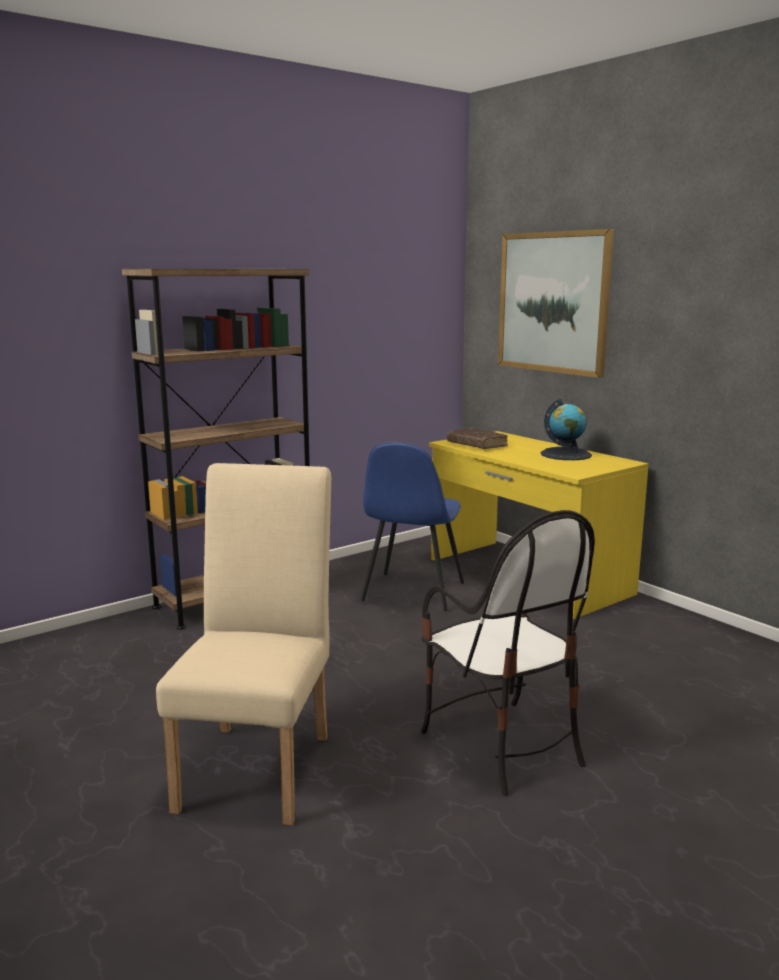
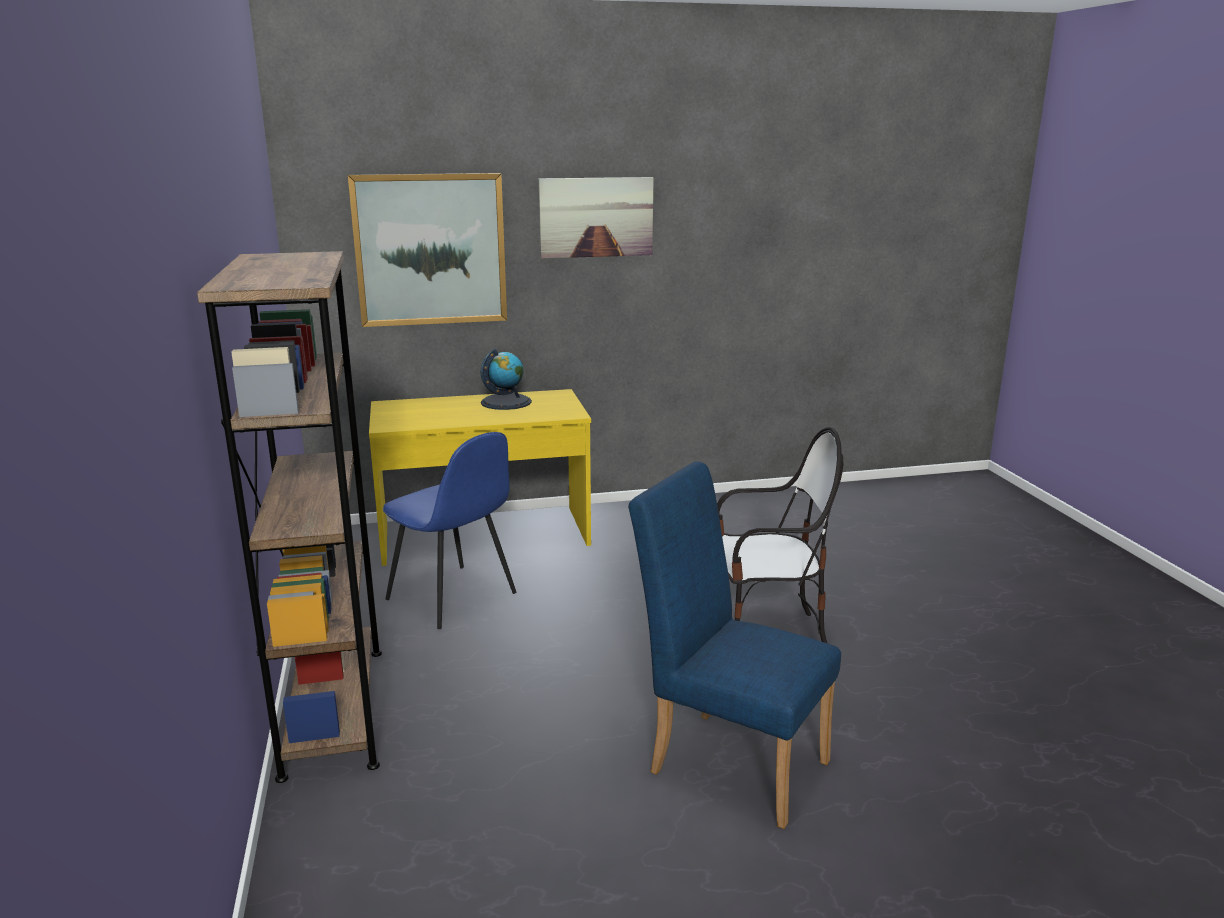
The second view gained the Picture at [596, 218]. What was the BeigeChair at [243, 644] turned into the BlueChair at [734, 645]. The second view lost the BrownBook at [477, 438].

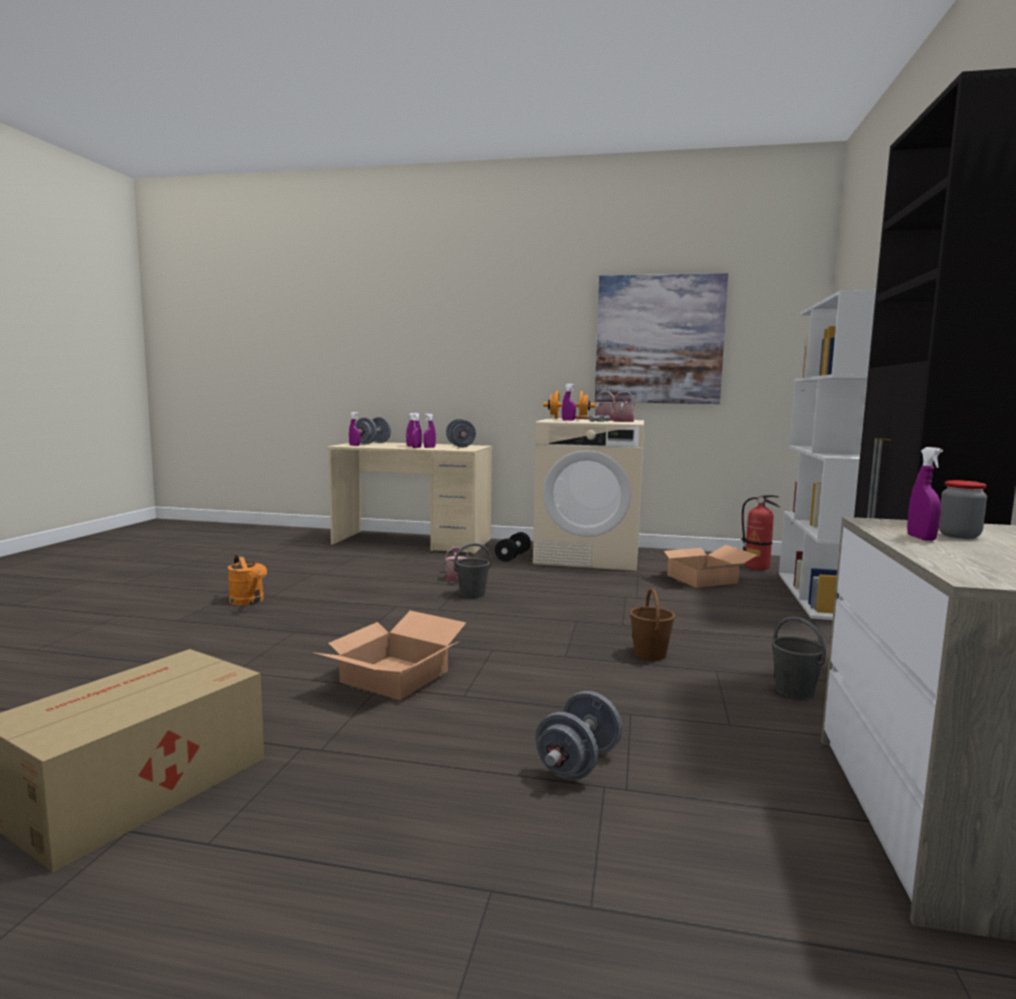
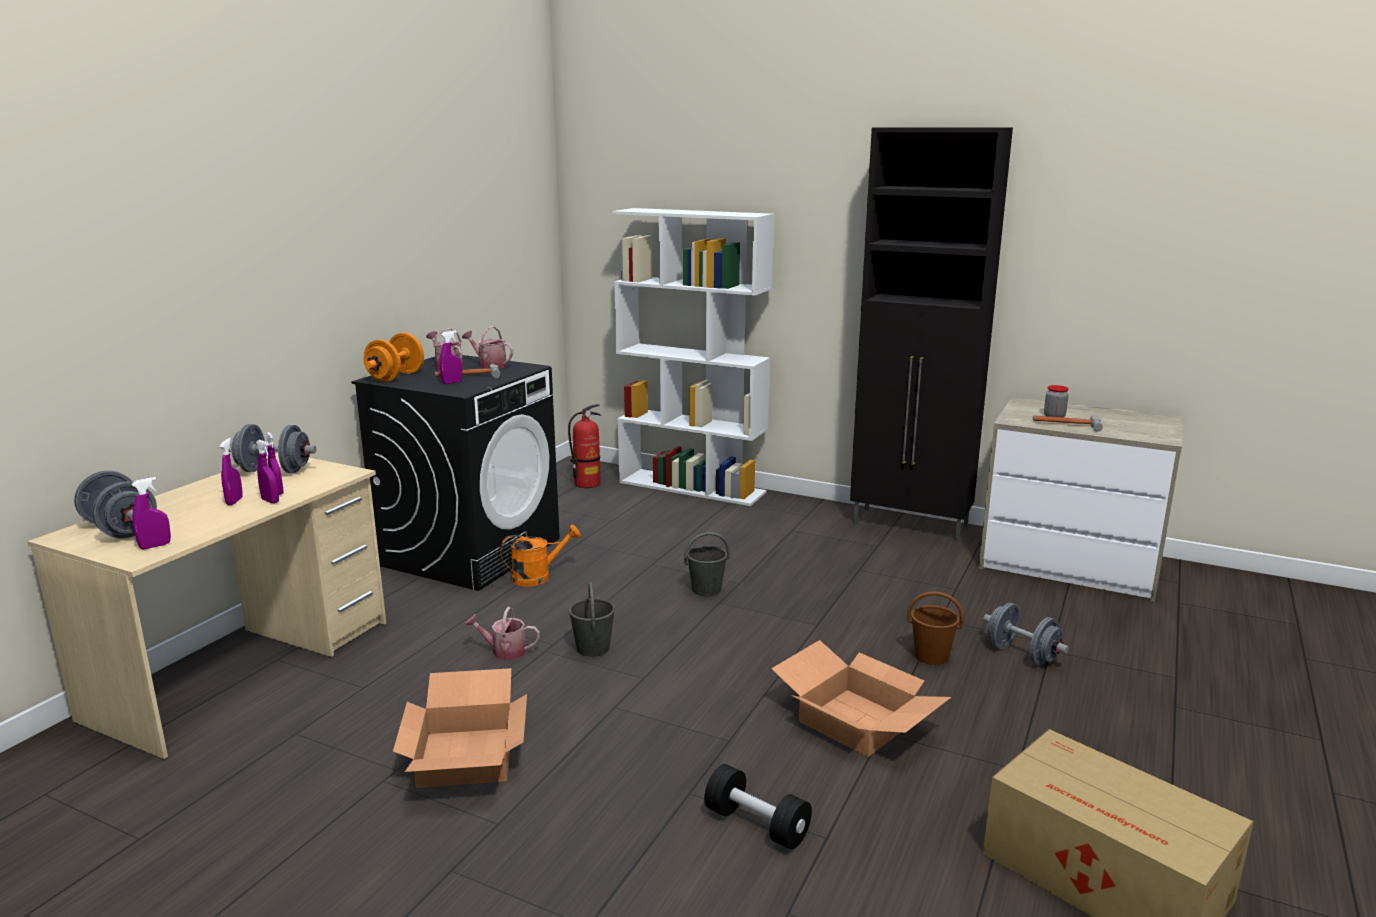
What was the BeigeWashingMachine at [588, 494] turned into the BlackWashingMachine at [455, 473]. The CardboardBox ended up elsewhere, having gone from [705, 566] to [460, 728]. The OrangeWateringCan ended up elsewhere, having gone from [247, 579] to [540, 556]. The GreyBucket ended up elsewhere, having gone from [799, 658] to [707, 564]. The BlackDumbbell ended up elsewhere, having gone from [513, 547] to [758, 807]. The BrownBucket ended up elsewhere, having gone from [652, 624] to [935, 628]. Where the PurpleSprayBottle stood at [925, 494], the Hammer came to stand at [1068, 423]. The second view lost the Picture at [661, 338].

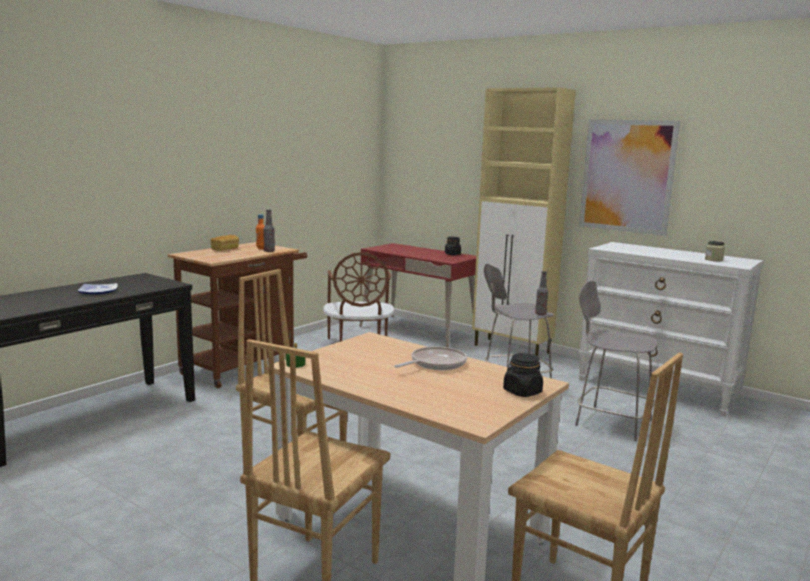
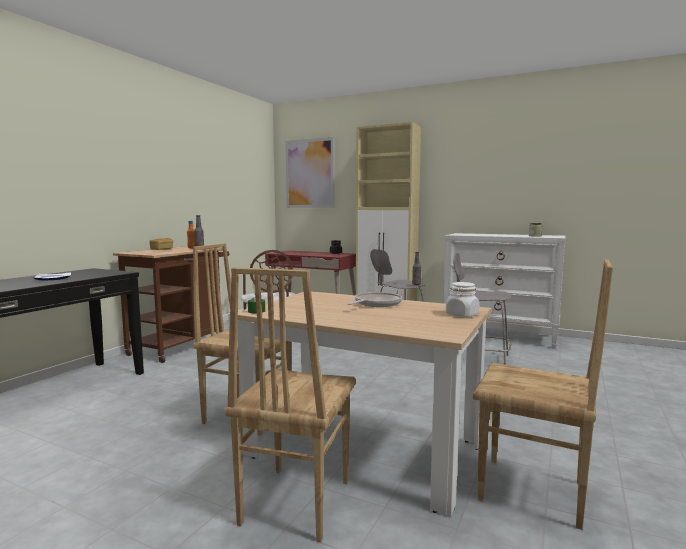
The Picture ended up elsewhere, having gone from [629, 177] to [310, 172]. What was the BlackJar at [523, 375] turned into the WhiteJar at [462, 299].

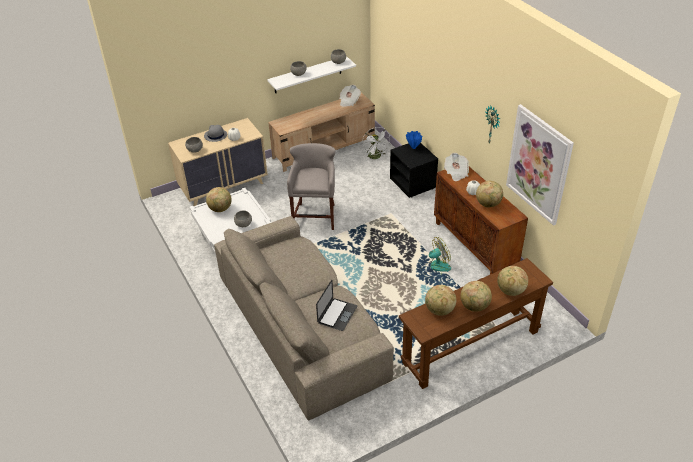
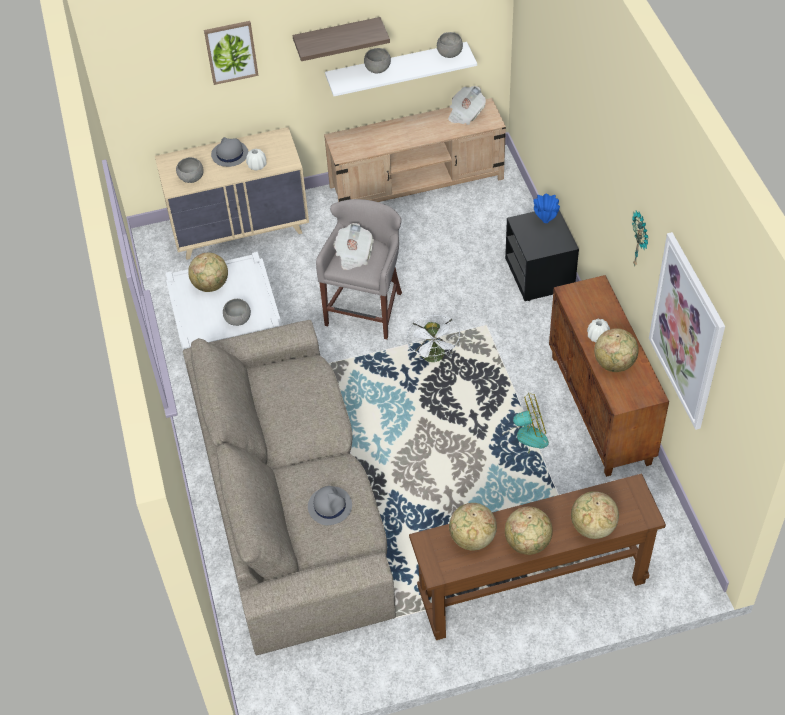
The second view gained the Picture at [231, 53]. The second view gained the Shelf at [341, 39]. Where the Laptop stood at [336, 305], the GreyHat came to stand at [330, 505]. The Newspaper ended up elsewhere, having gone from [456, 167] to [354, 246]. The WhiteFan ended up elsewhere, having gone from [376, 144] to [433, 338].

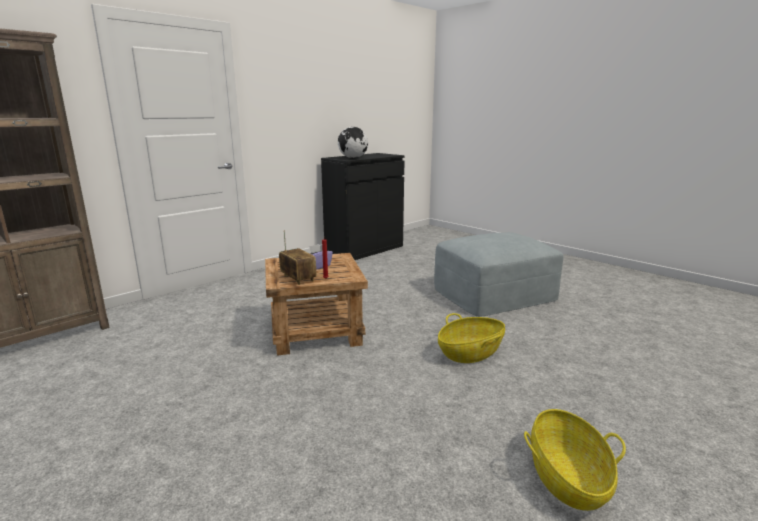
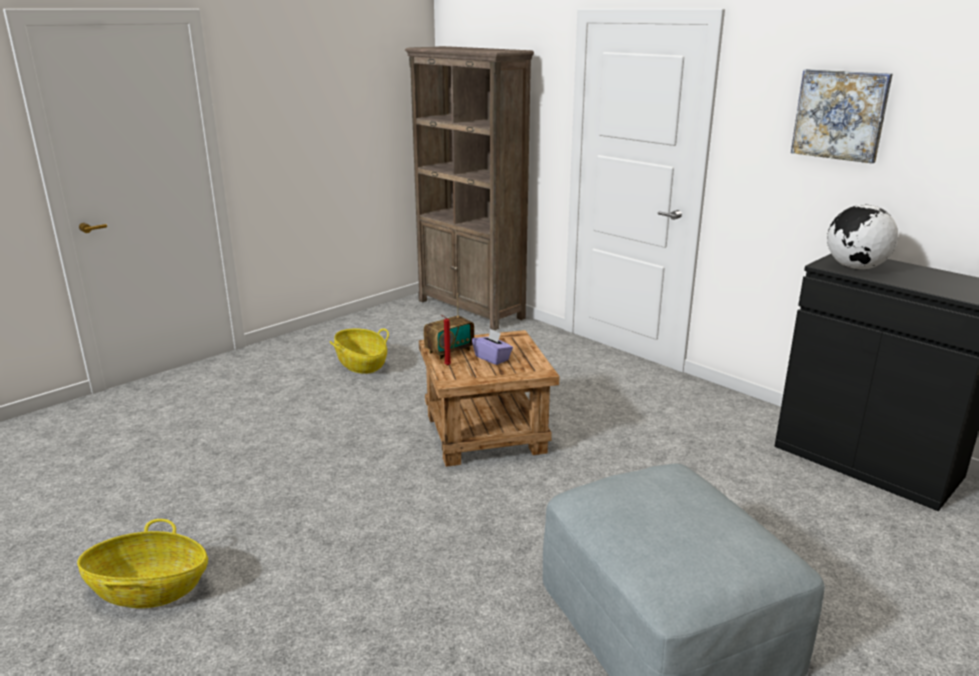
The Basket ended up elsewhere, having gone from [471, 338] to [359, 351]. The second view gained the Picture at [842, 116].

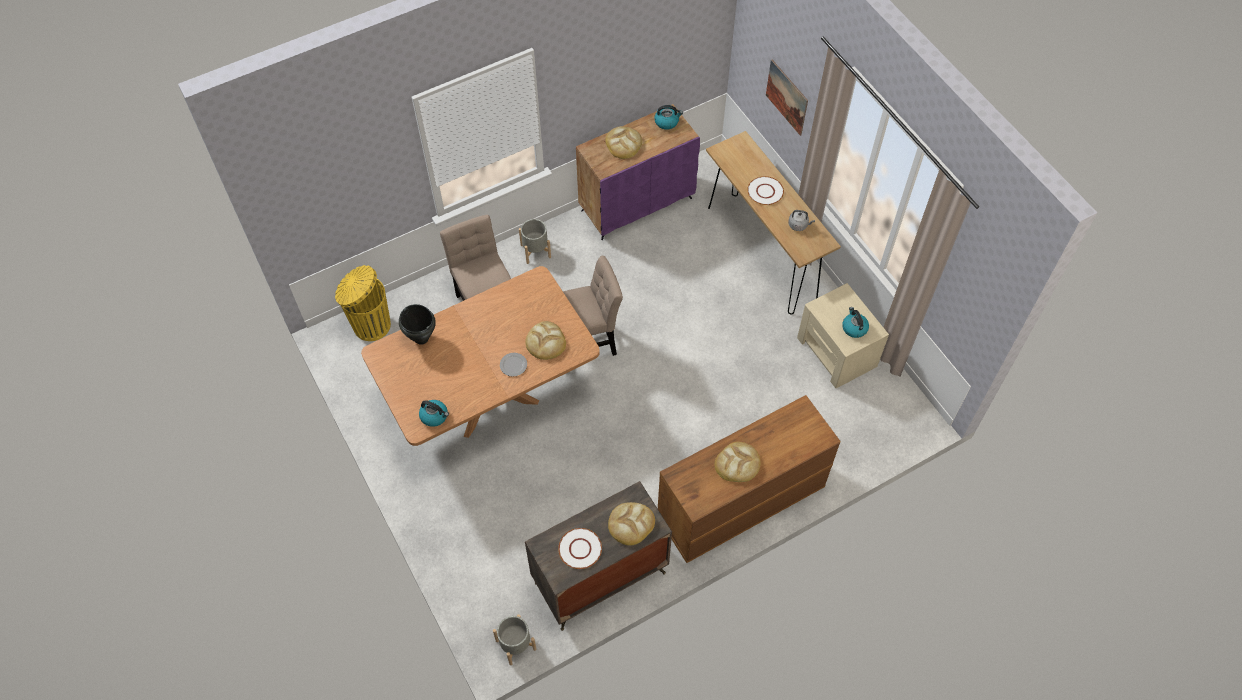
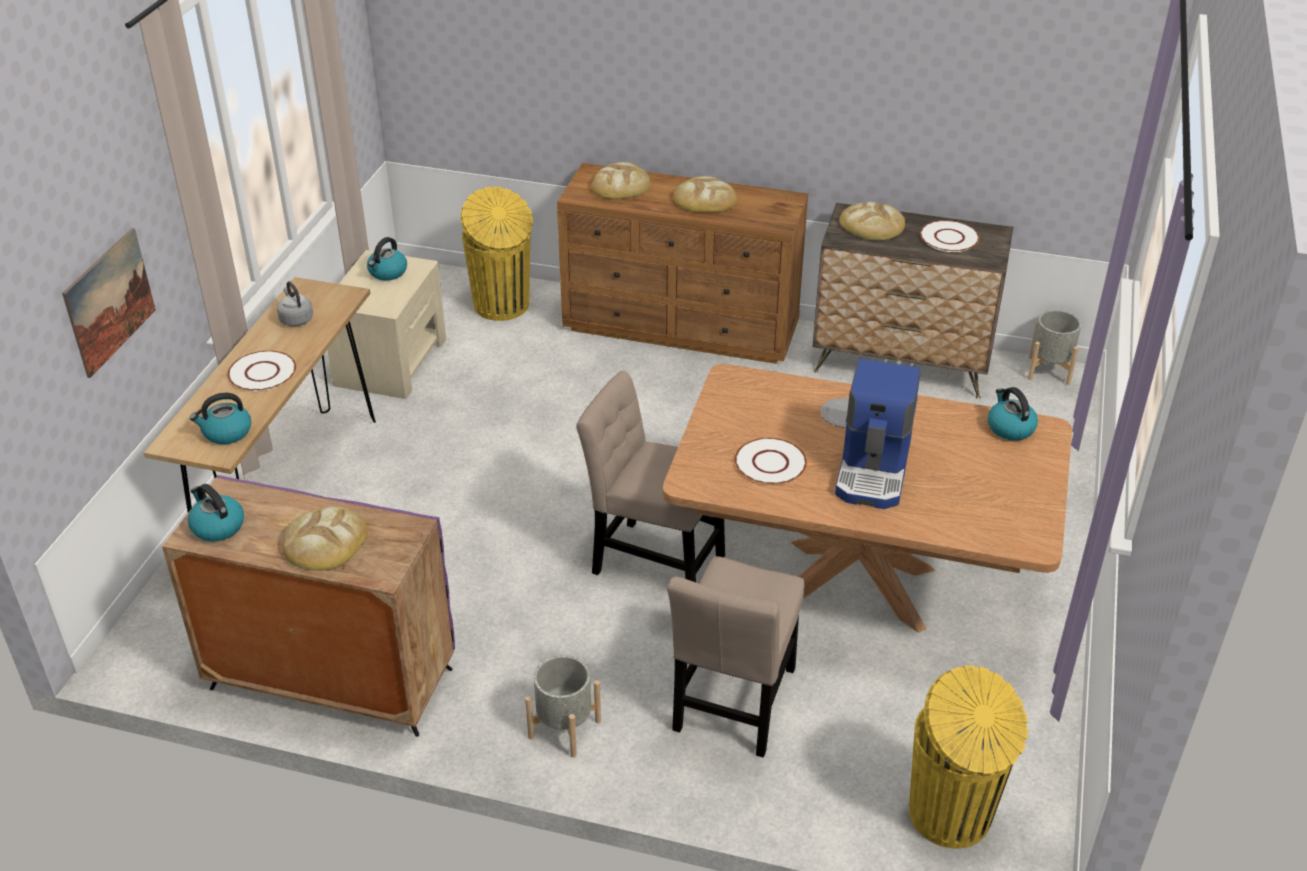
The second view gained the Kettle at [220, 418]. The second view gained the YellowTrashCan at [497, 254]. The Bread ended up elsewhere, having gone from [545, 340] to [621, 180]. The second view gained the WhitePlate at [771, 461]. The second view gained the CoffeeMachine at [878, 434]. The second view lost the BlackCookingPot at [417, 324].

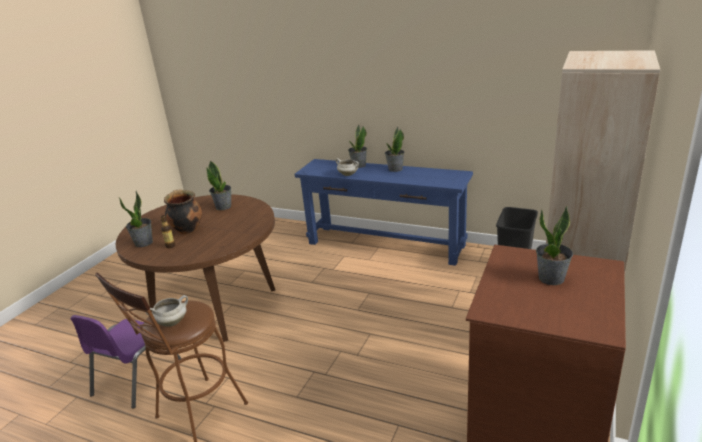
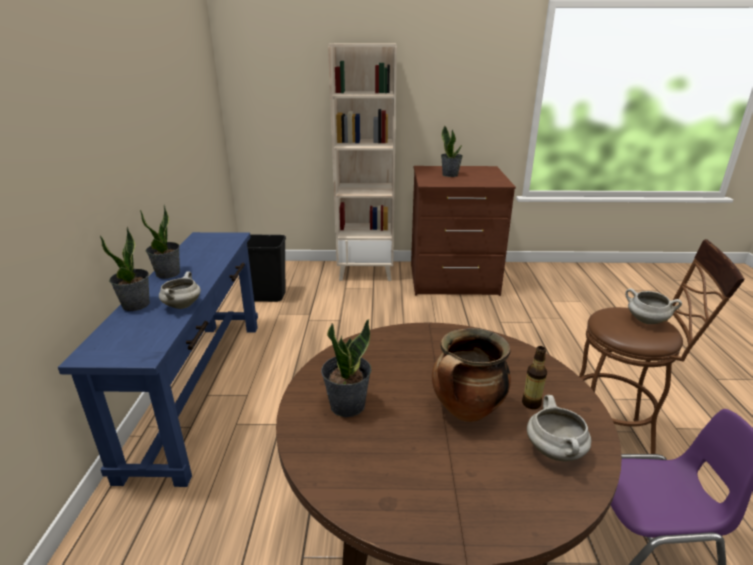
Where the PottedPlant stood at [136, 218], the WhiteCookingPot came to stand at [559, 428].

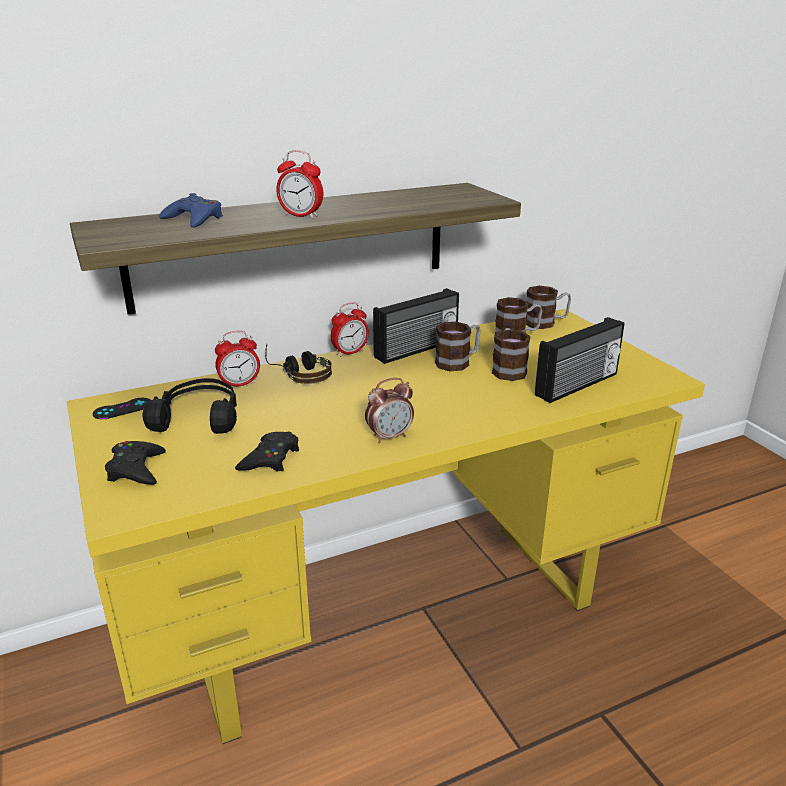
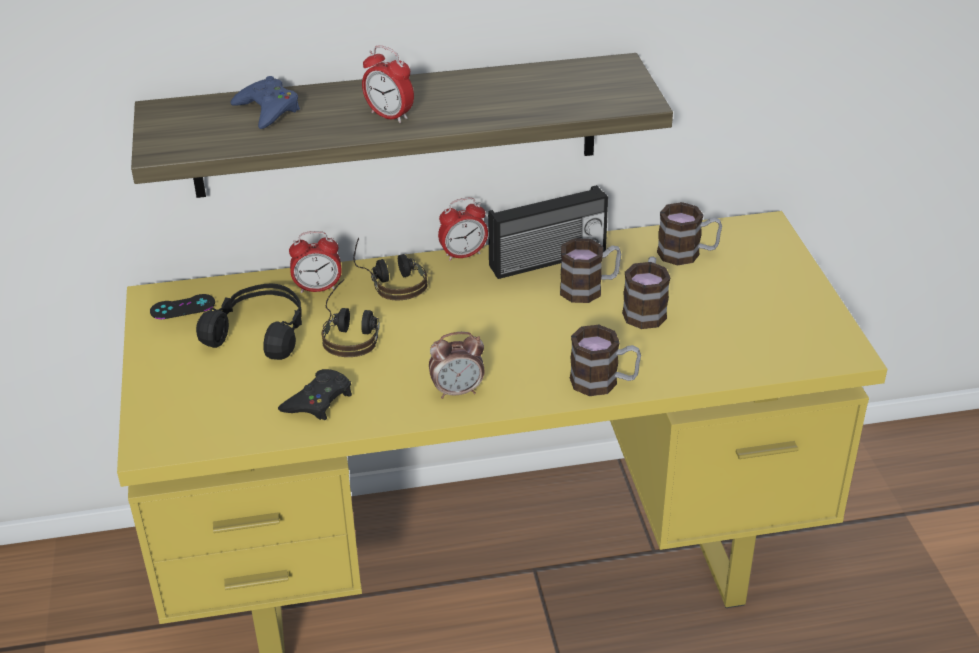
The second view gained the Headphones at [350, 318]. The Mug ended up elsewhere, having gone from [548, 307] to [605, 360]. The second view lost the BlackGameController at [135, 463]. The second view lost the Radio at [580, 360].

